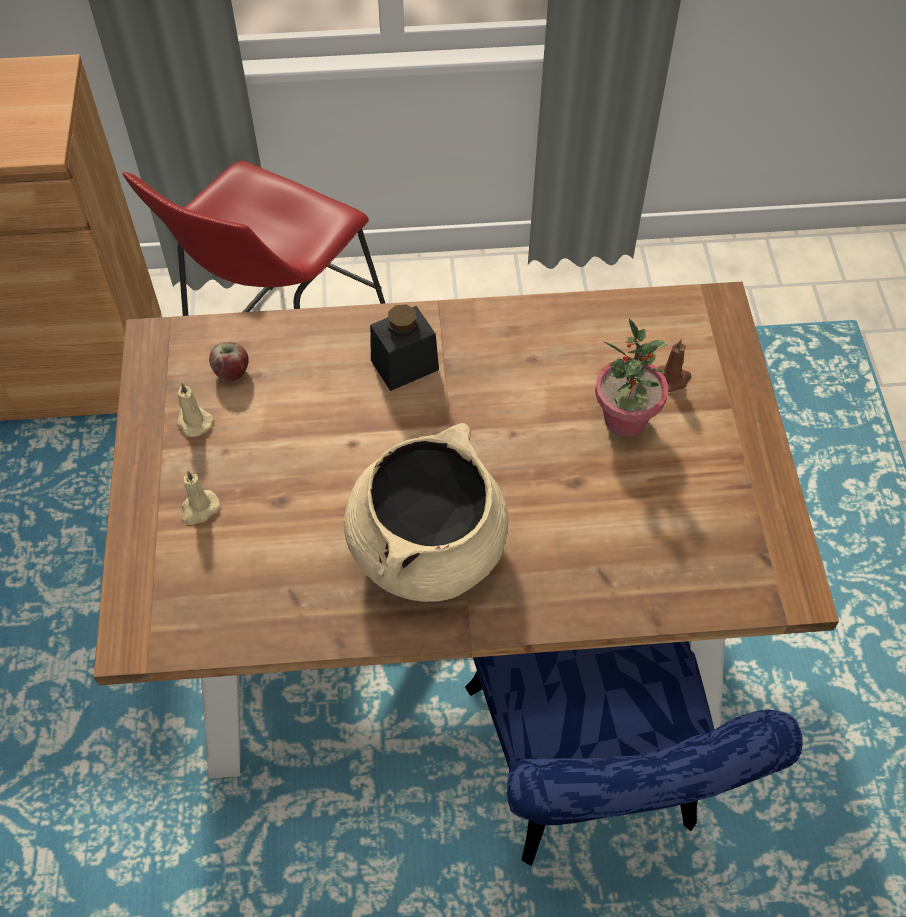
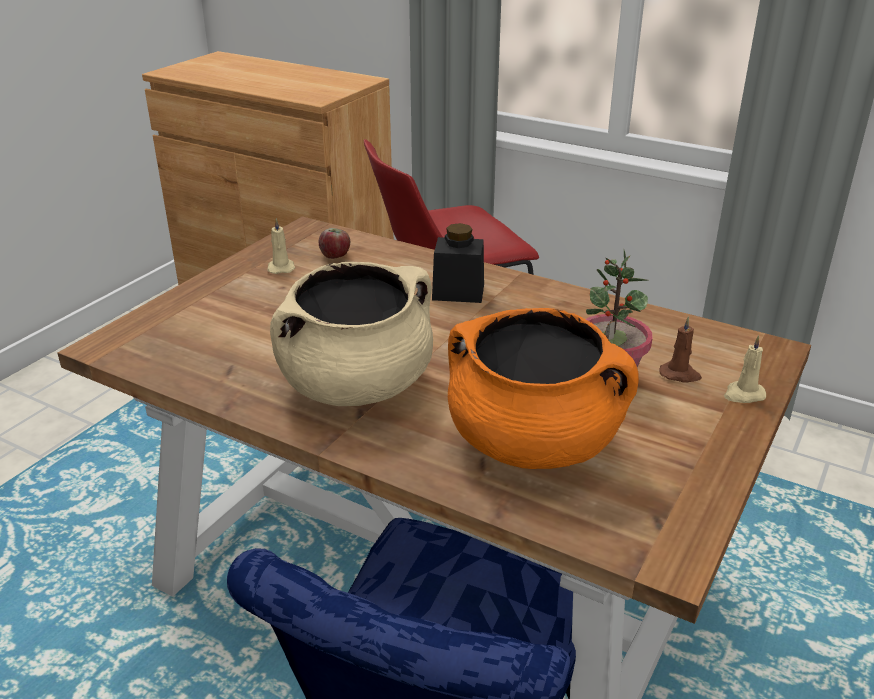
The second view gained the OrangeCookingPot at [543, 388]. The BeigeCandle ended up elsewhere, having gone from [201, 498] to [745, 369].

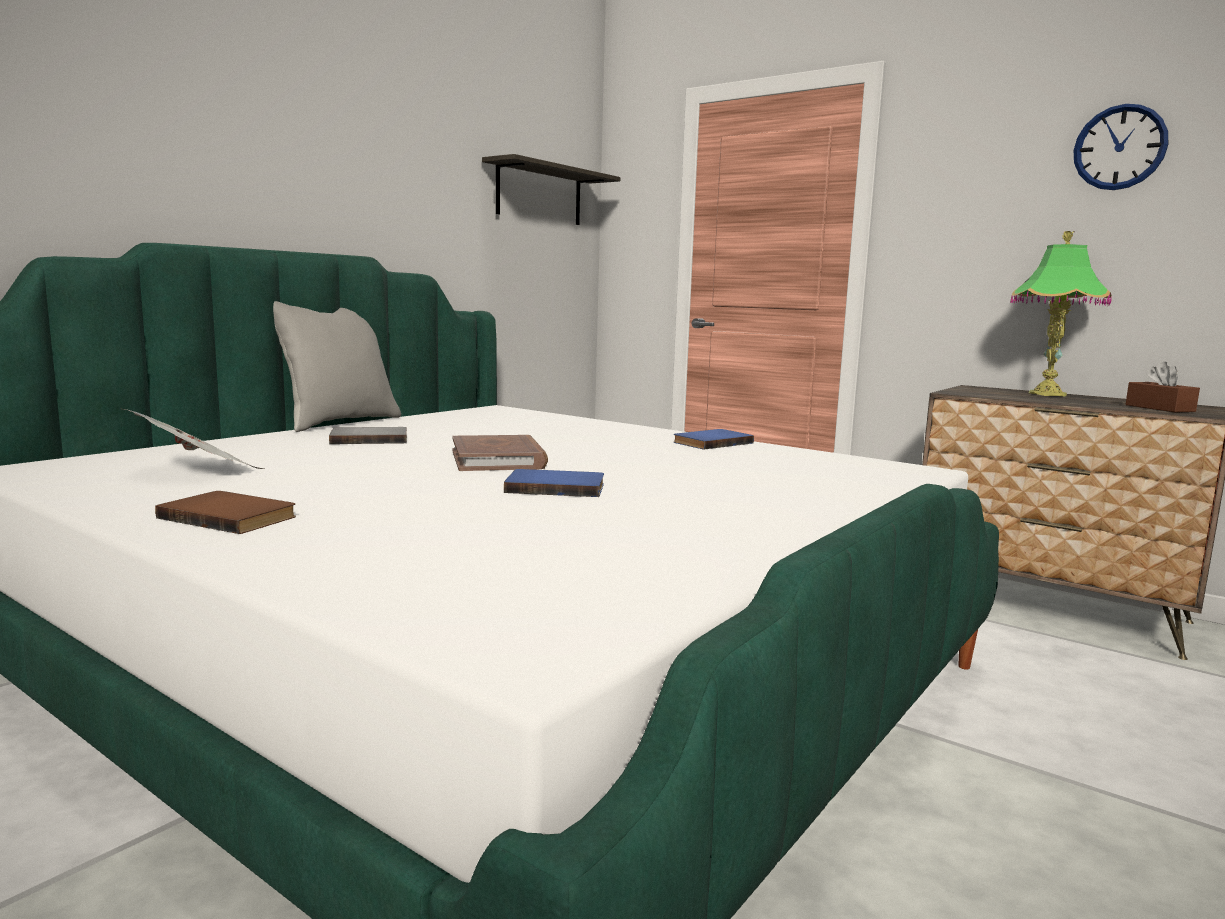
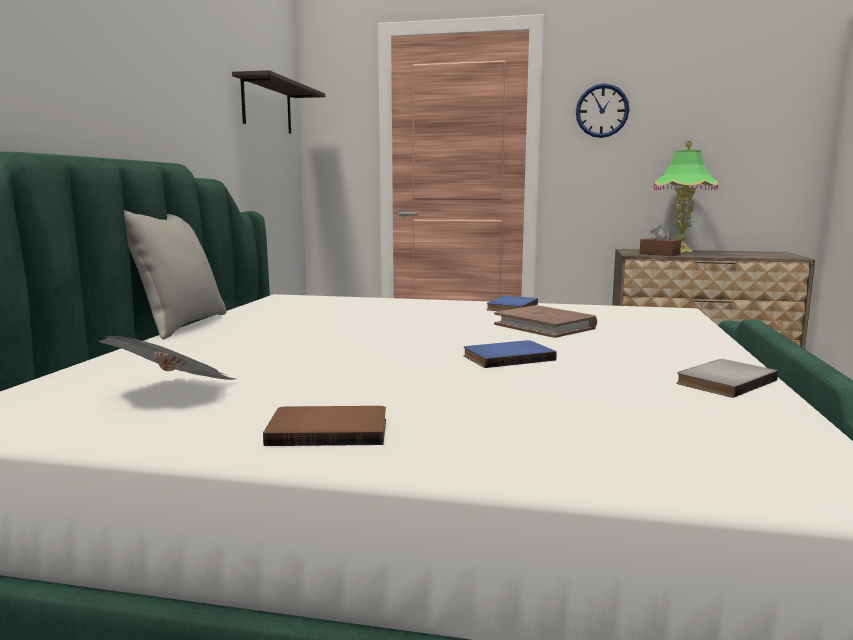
The BrownBook ended up elsewhere, having gone from [500, 453] to [545, 321]. The WallClock ended up elsewhere, having gone from [1121, 147] to [602, 110]. The BrownTissueBox ended up elsewhere, having gone from [1162, 387] to [660, 240]. The GreyBook ended up elsewhere, having gone from [368, 435] to [727, 378].

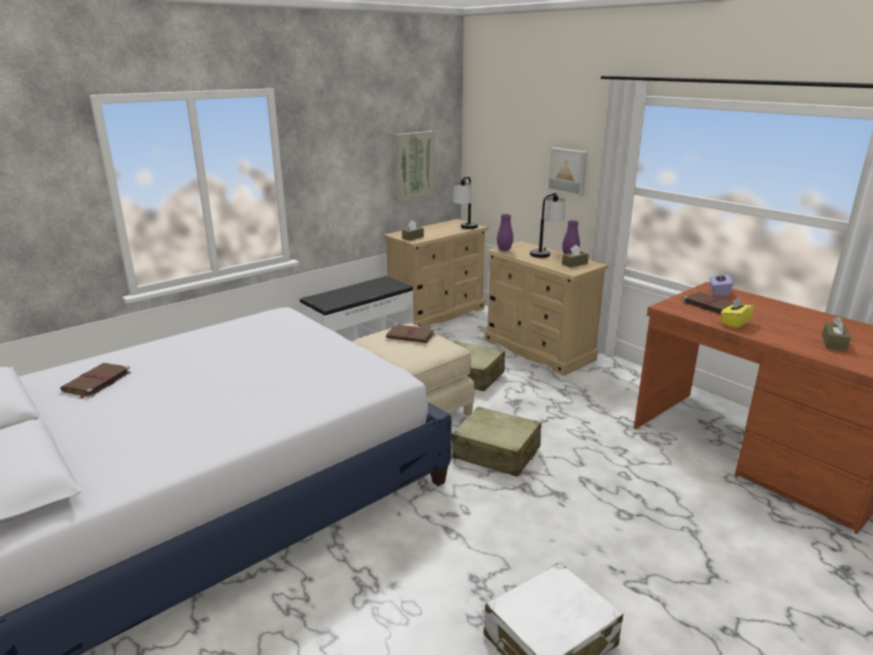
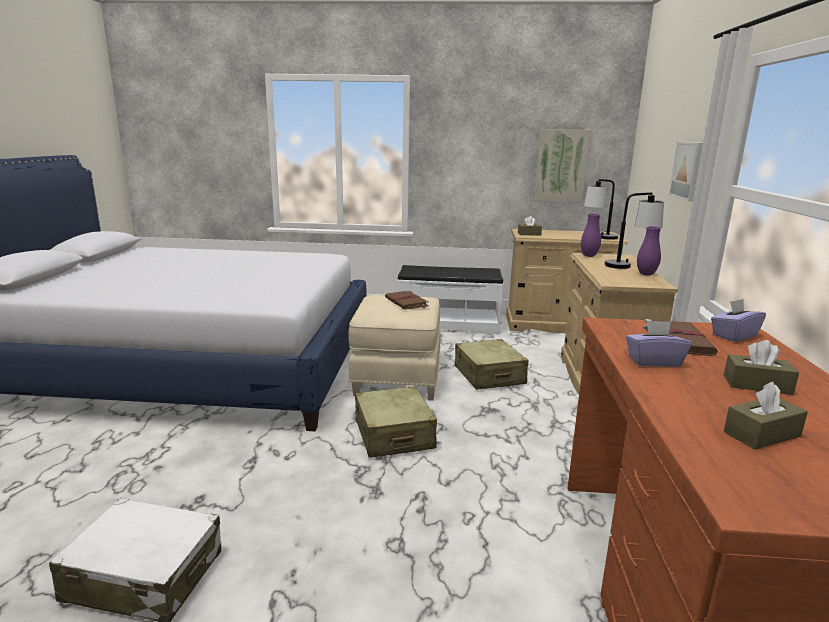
What was the YellowTissueBox at [738, 312] turned into the PurpleTissueBox at [659, 344]. The BrownTissueBox ended up elsewhere, having gone from [575, 256] to [761, 367]. The second view lost the BrownBook at [95, 381].

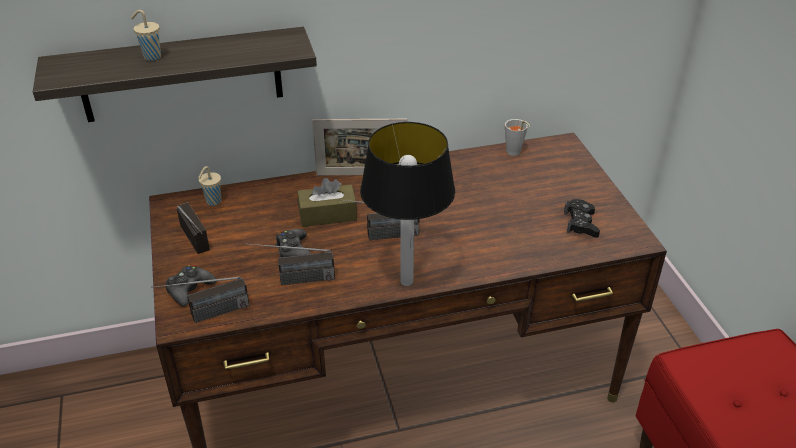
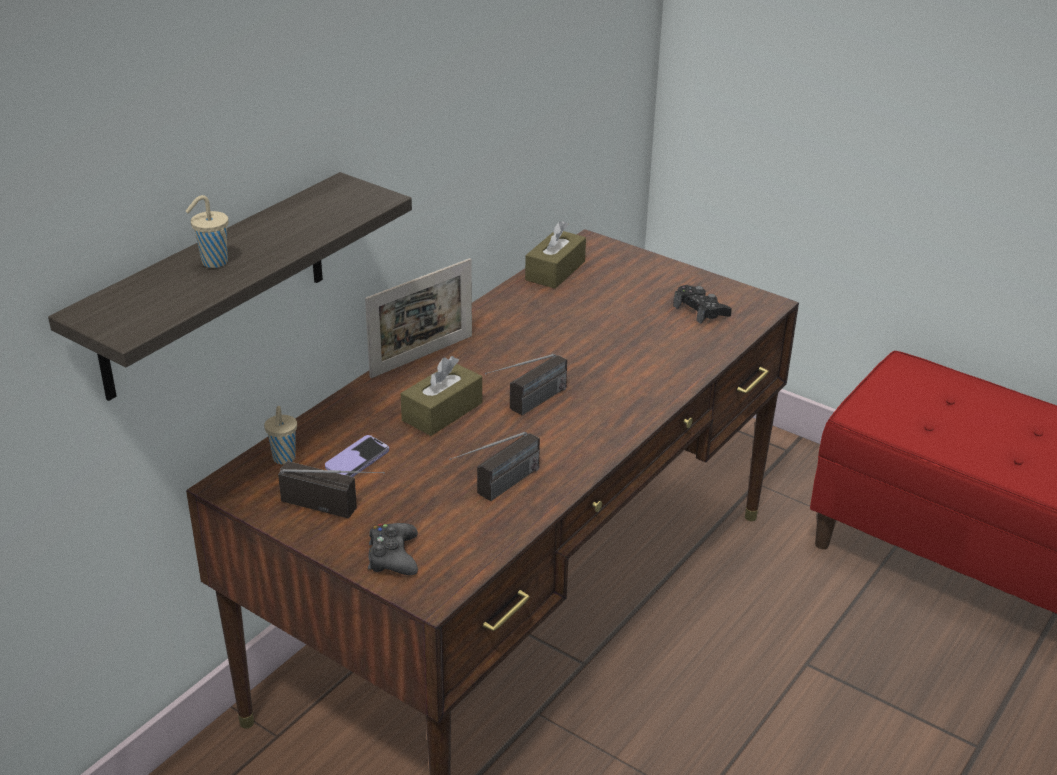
The second view gained the Phone at [357, 456]. Where the GreyCup stood at [518, 137], the BrownTissueBox came to stand at [555, 255]. The second view lost the Radio at [200, 300]. The second view lost the BlackGameController at [293, 243]. The second view lost the TableLamp at [407, 204].

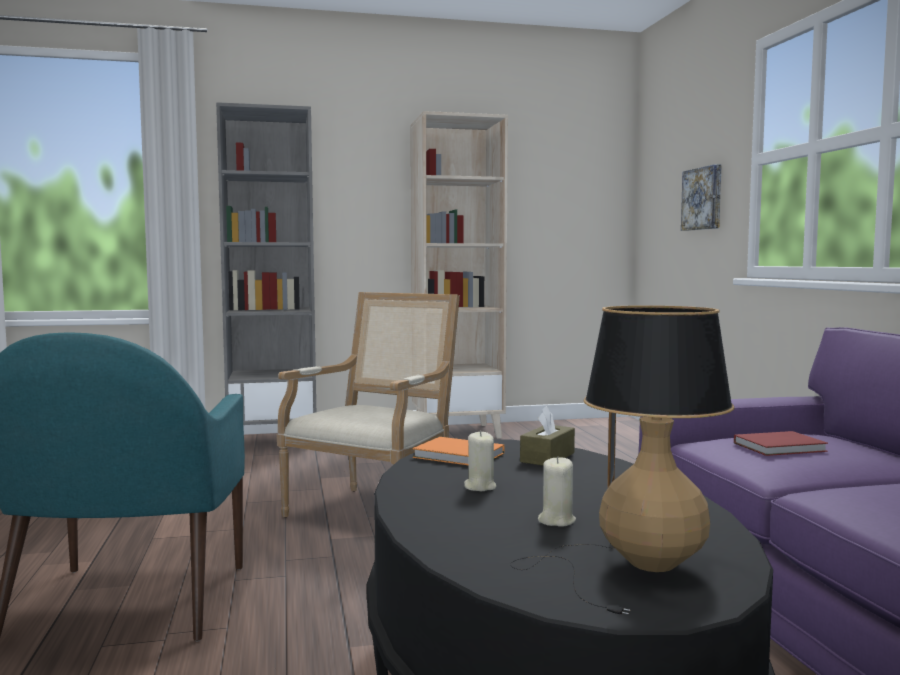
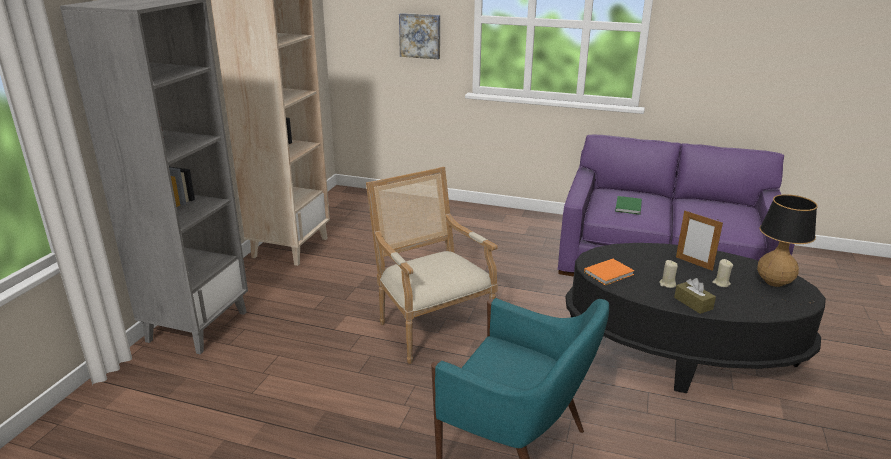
What was the RedBook at [781, 443] turned into the GreenBook at [628, 205]. The BrownTissueBox ended up elsewhere, having gone from [547, 436] to [695, 296].

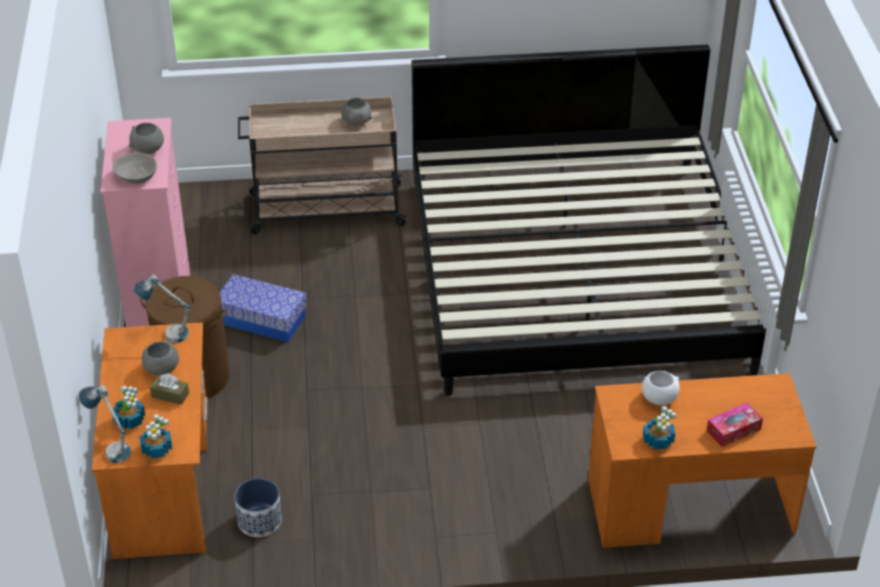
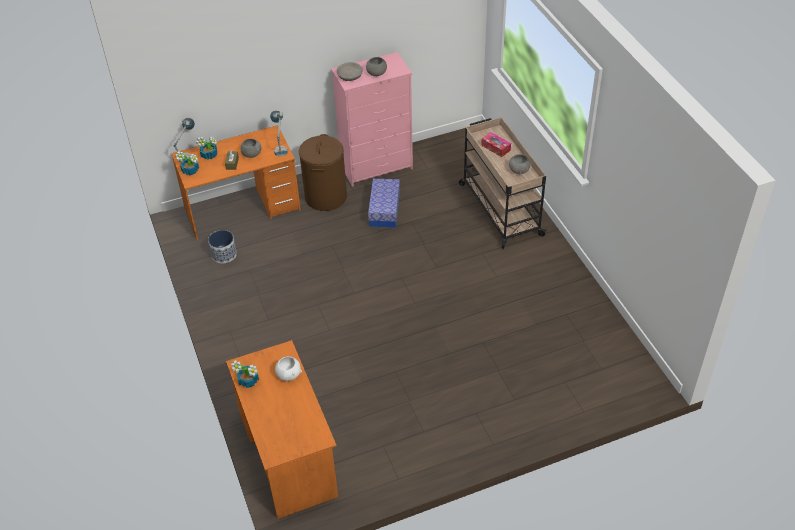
The TissueBox ended up elsewhere, having gone from [734, 424] to [496, 144]. The second view lost the Bed at [589, 220].

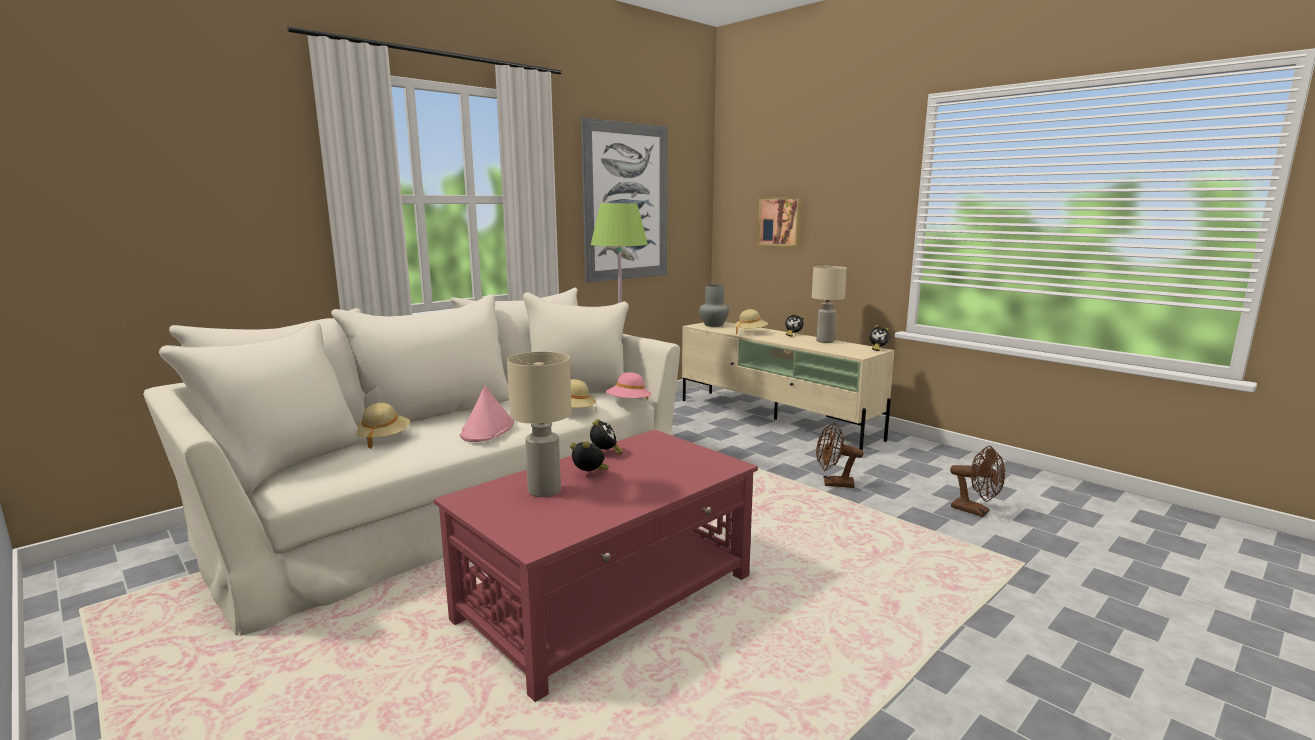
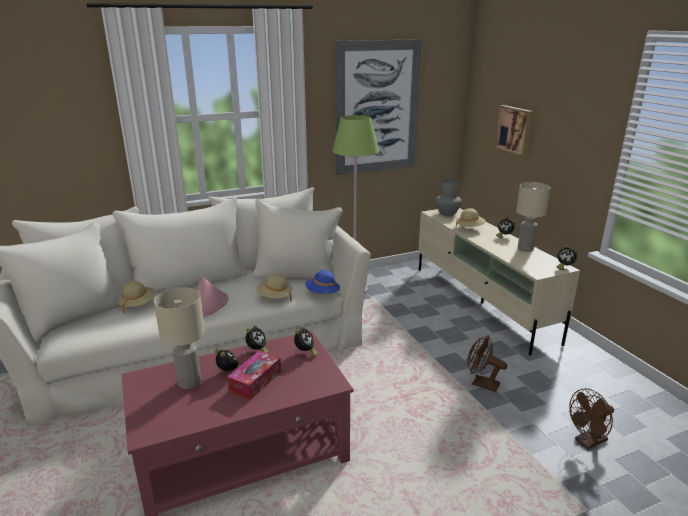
The second view gained the TissueBox at [254, 375]. The second view gained the AlarmClock at [306, 342]. What was the PinkHat at [629, 386] turned into the BlueHat at [322, 282]. The BrownFan at [977, 481] ended up facing another way, 90 degrees clockwise from before.

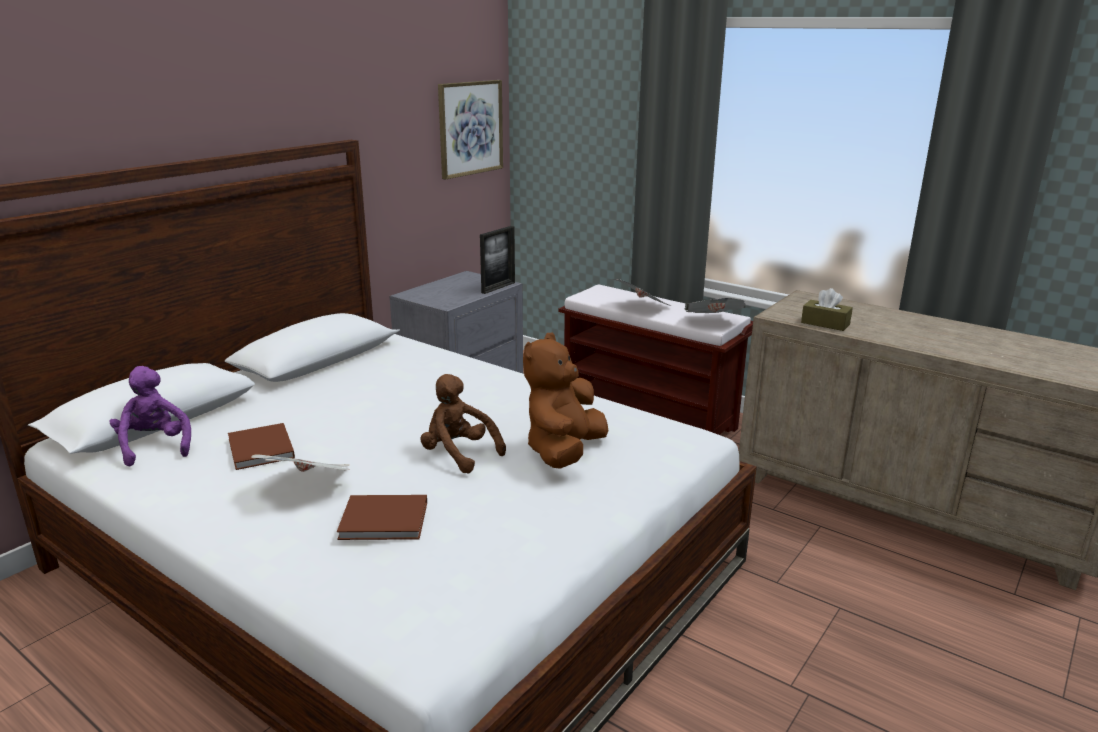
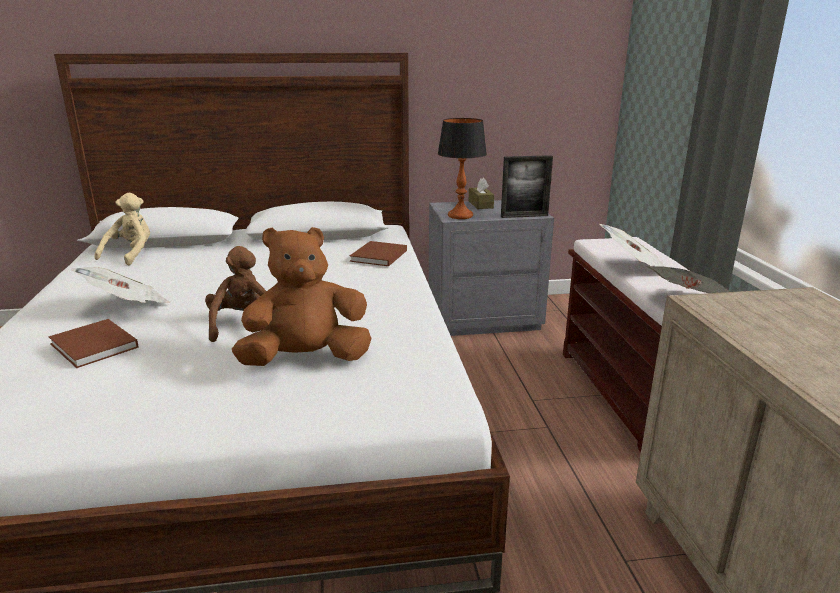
What was the PurplePlushToy at [150, 416] turned into the BeigePlushToy at [122, 229]. The BrownBook ended up elsewhere, having gone from [261, 446] to [378, 253]. The second view gained the TableLamp at [462, 168]. The BrownTissueBox ended up elsewhere, having gone from [827, 309] to [481, 193]. The second view lost the Picture at [470, 129].

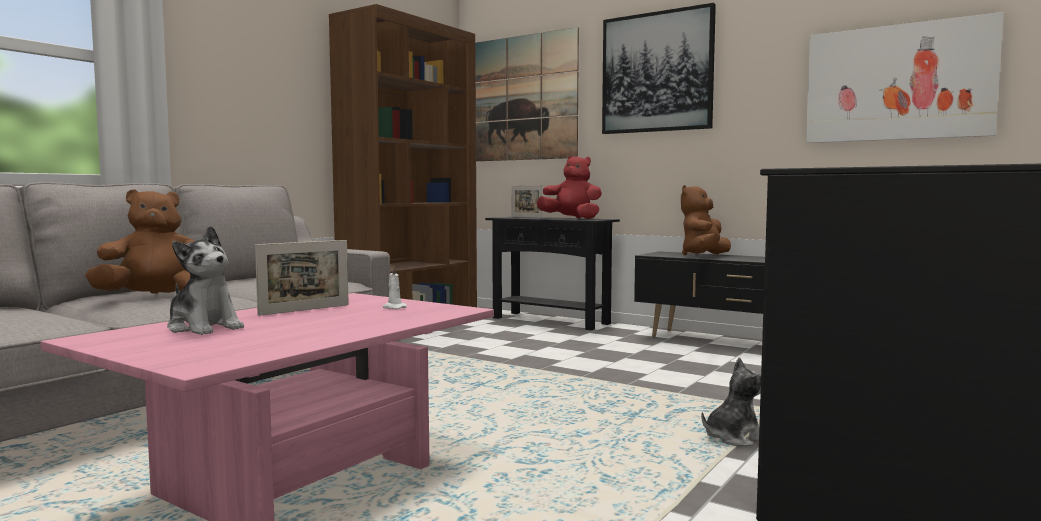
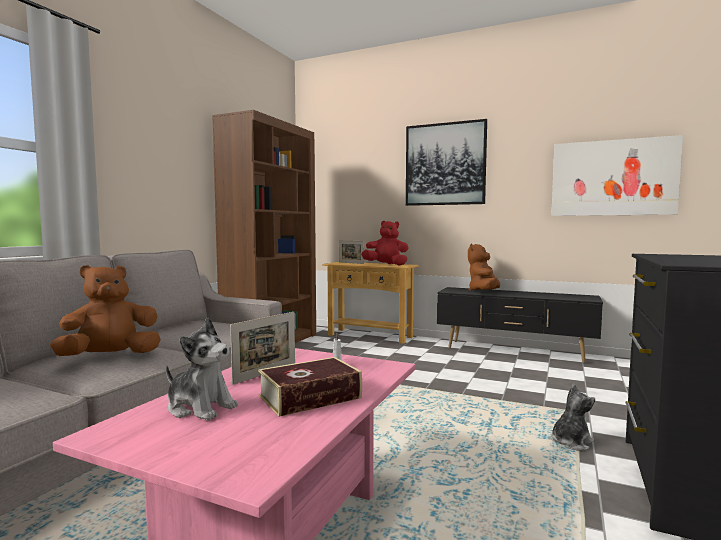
The second view gained the Book at [310, 387]. What was the BlackConsoleTable at [552, 273] turned into the BeigeConsoleTable at [370, 303]. The second view lost the Picture at [527, 94].

